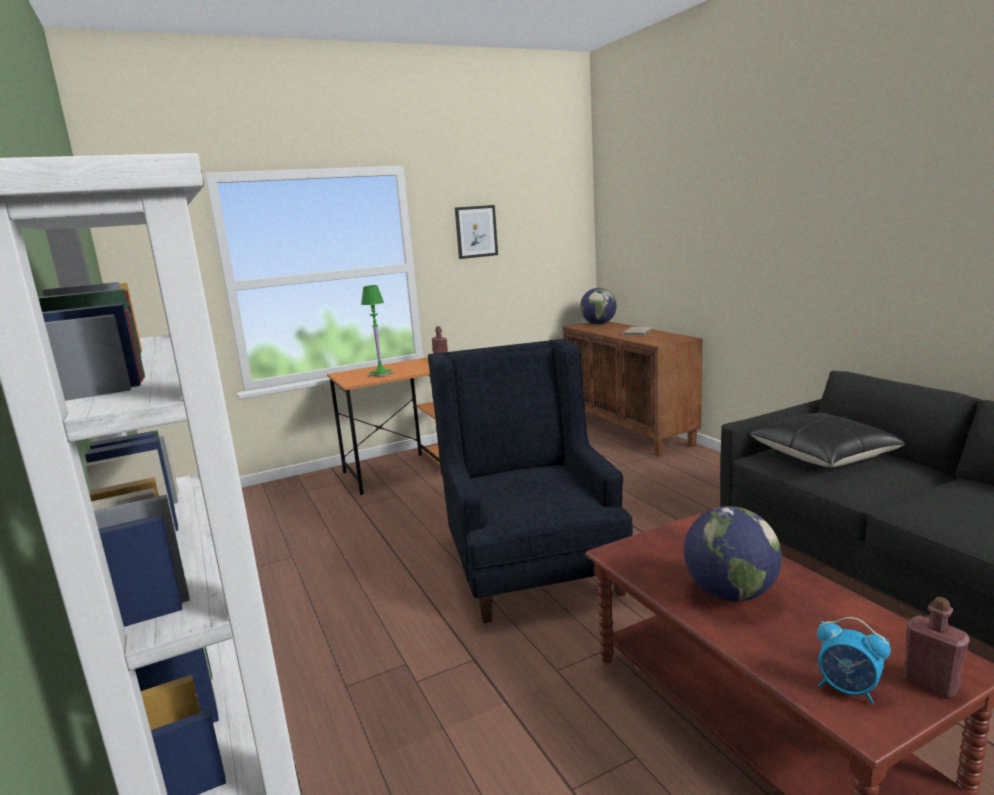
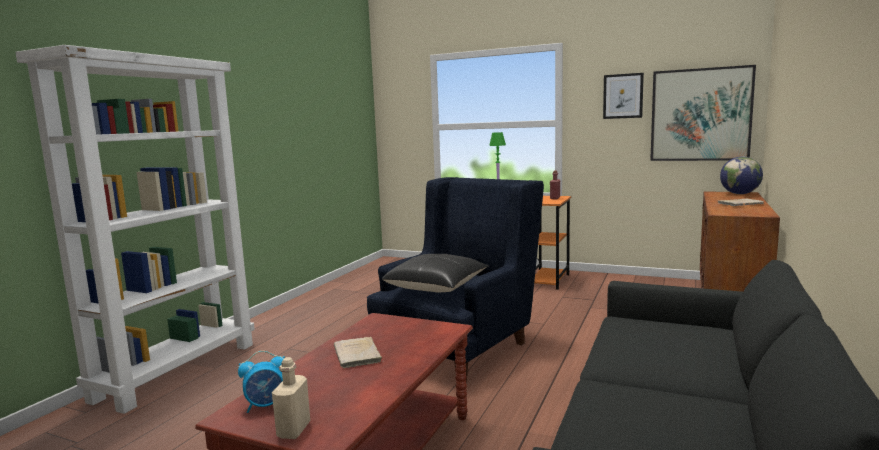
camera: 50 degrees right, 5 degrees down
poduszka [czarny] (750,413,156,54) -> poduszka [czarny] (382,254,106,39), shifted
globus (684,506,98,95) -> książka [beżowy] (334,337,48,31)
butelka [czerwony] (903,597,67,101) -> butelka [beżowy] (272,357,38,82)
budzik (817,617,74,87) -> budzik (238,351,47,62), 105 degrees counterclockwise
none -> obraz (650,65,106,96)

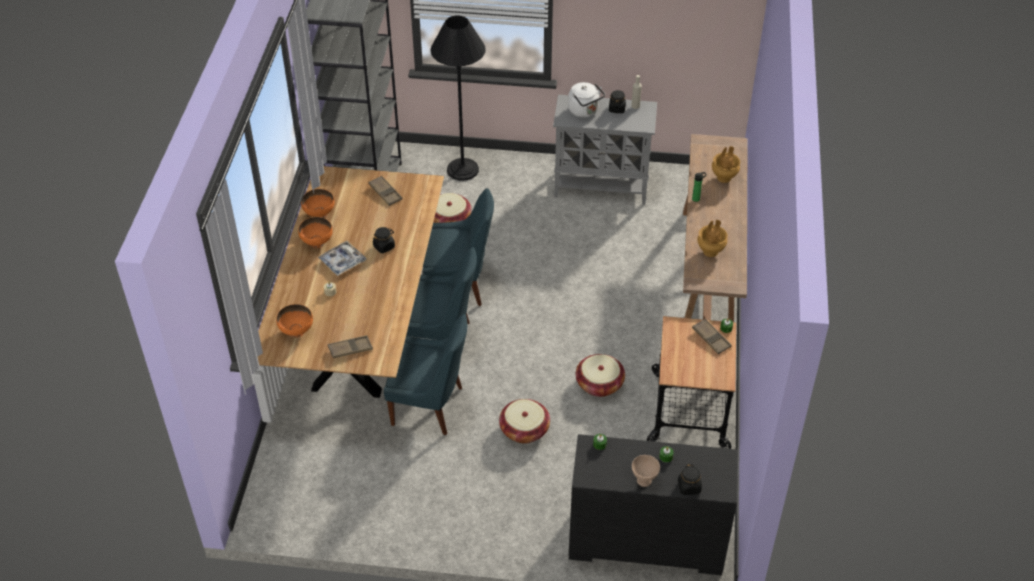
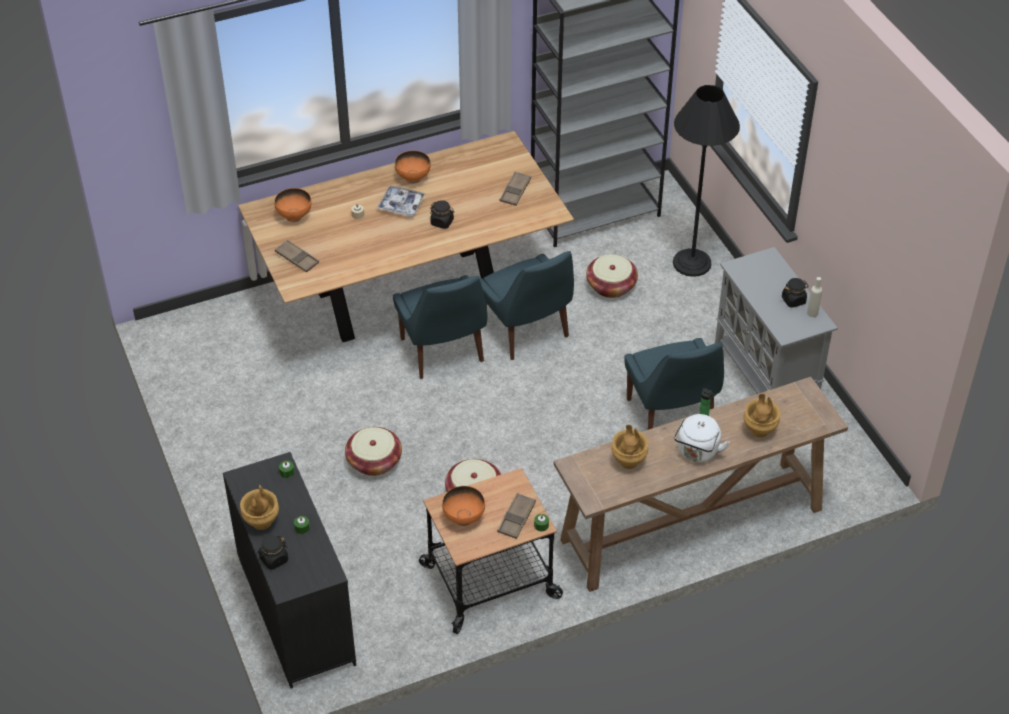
camera: 60 degrees right, 0 degrees up
czajnik [biały] (568,82,37,36) -> czajnik [biały] (674,414,55,49), shifted
miska [pomarańczowy] (301,189,34,29) -> miska [pomarańczowy] (442,486,43,40), shifted
krzesło [niebieski] (384,314,84,122) -> krzesło [niebieski] (624,338,100,92), shifted
miska [beżowy] (632,455,28,32) -> wazon [brązowy] (240,485,39,45)

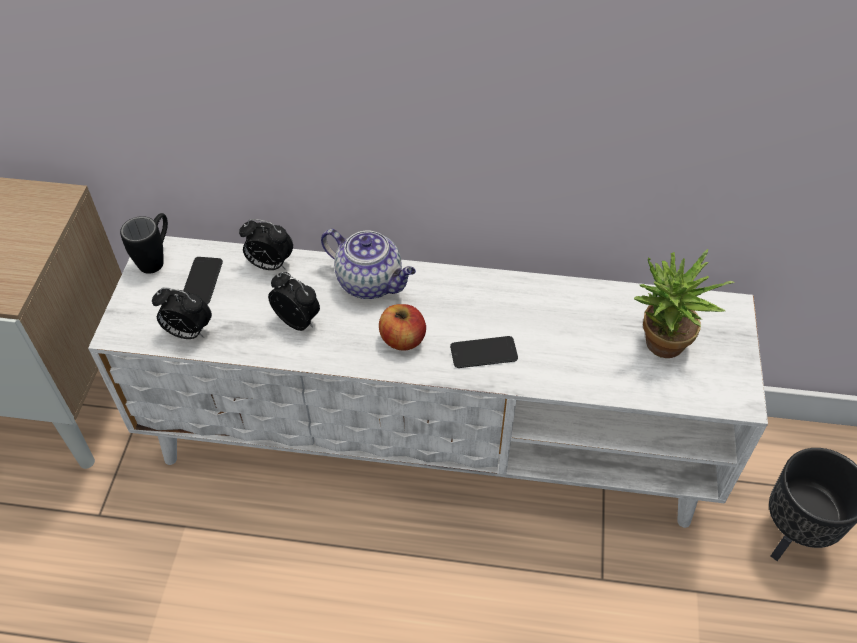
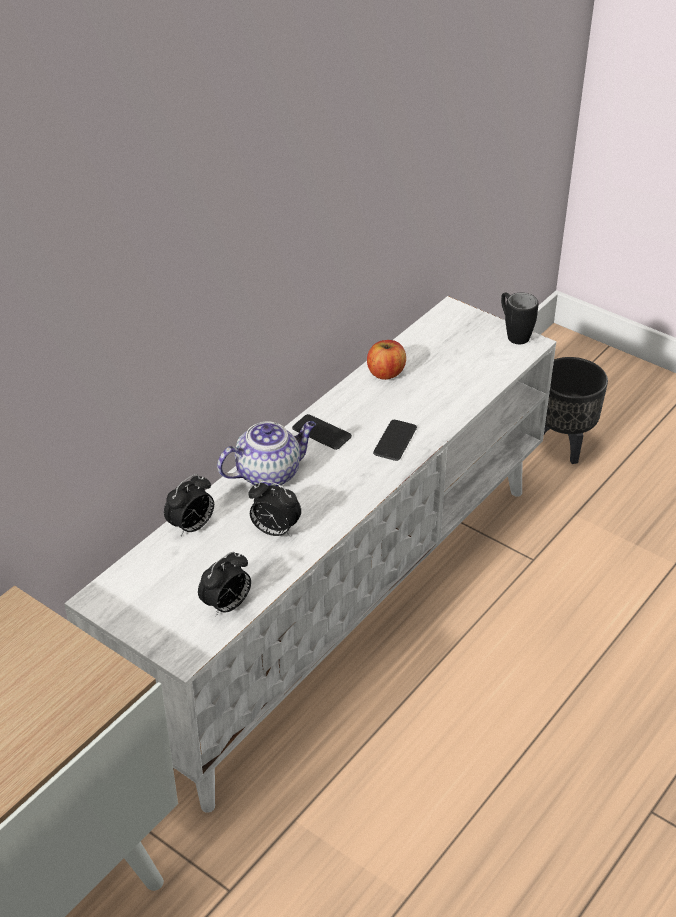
camera: 60 degrees left, 10 degrees down
kubek [czarny] (120,213,48,61) -> kubek [czarny] (501,293,37,51), shifted
roślina doniczkowa (634,249,101,109) -> none
telefon (183,257,40,47) -> telefon (292,414,60,36), shifted
budzik (268,272,52,59) -> budzik (248,481,53,56), 135 degrees counterclockwise
jabłko (379,304,47,47) -> jabłko (367,340,39,40), shifted

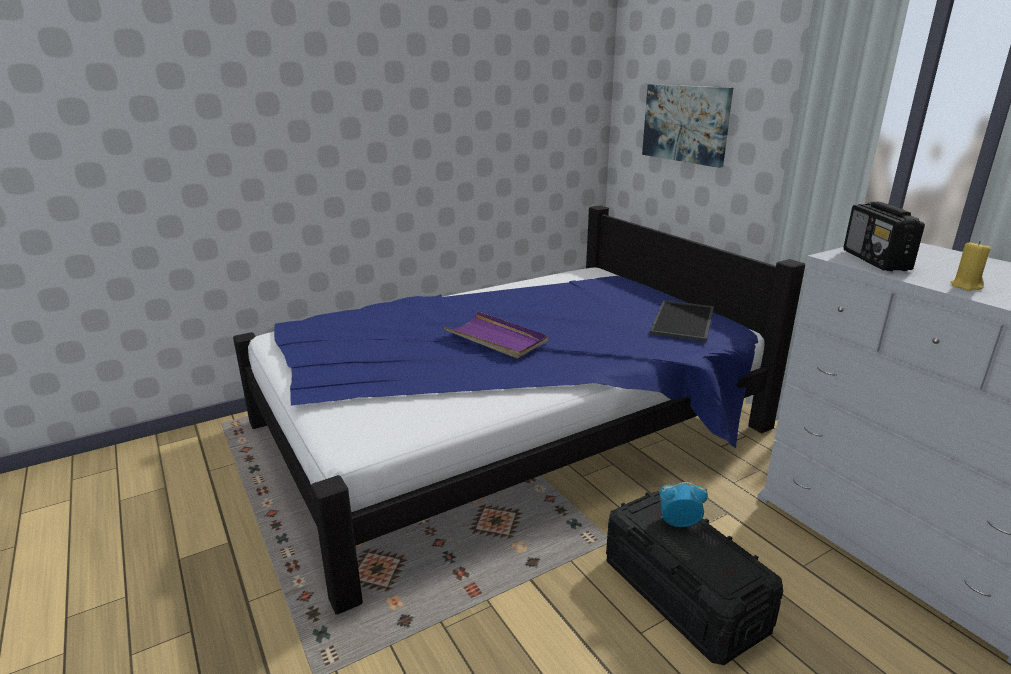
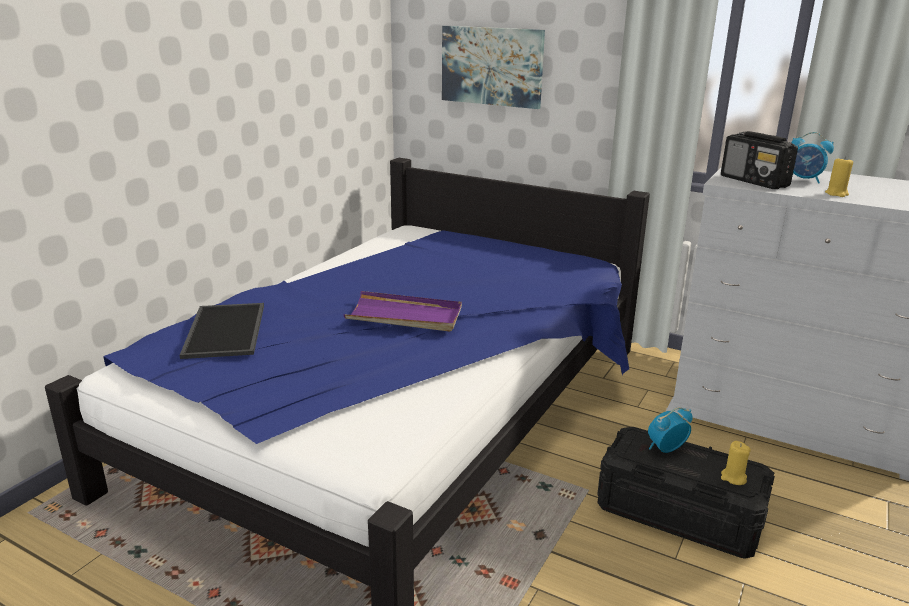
camera: 30 degrees left, 0 degrees up
taca (650,300,64,42) -> taca (180,303,84,56), shifted
none -> budzik (791,132,43,52)
none -> świeca [żółty] (721,441,30,44)

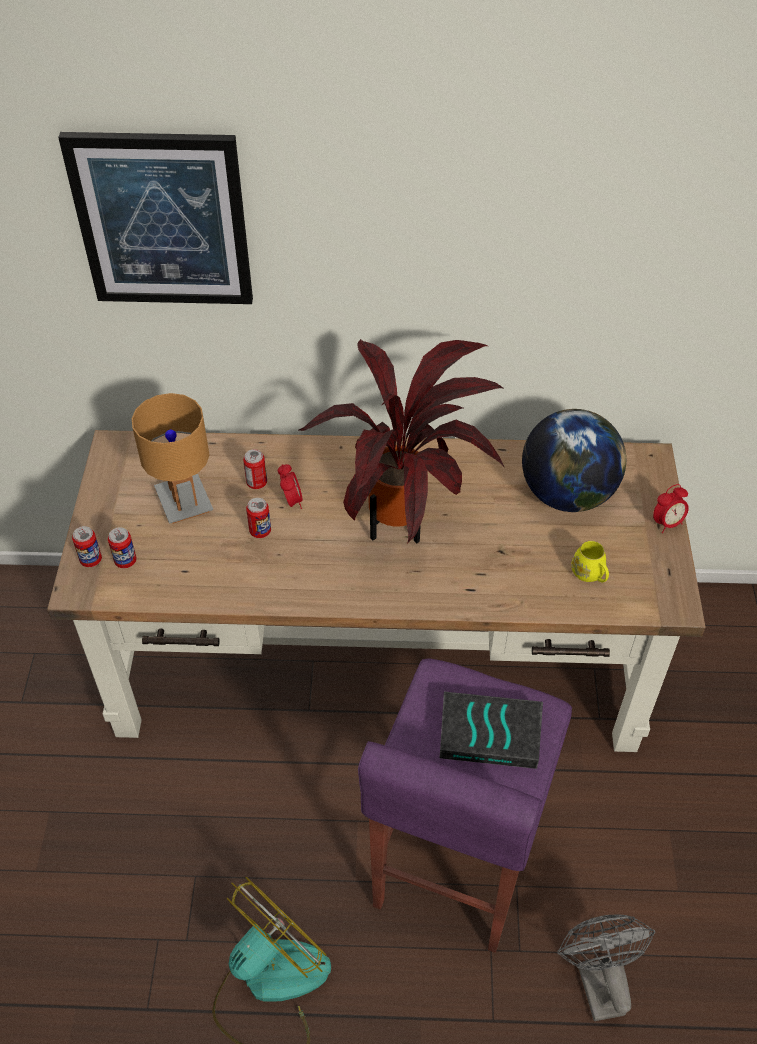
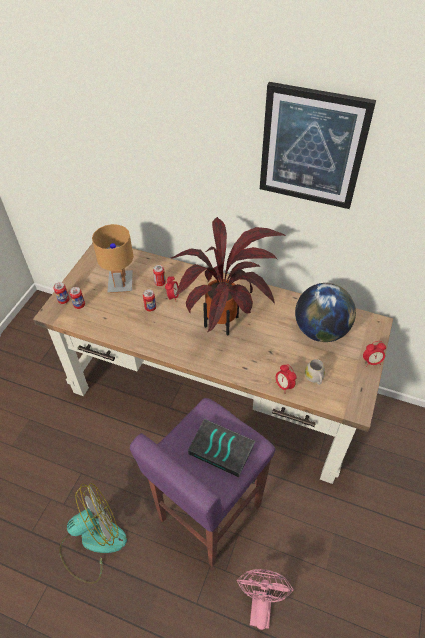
camera: 20 degrees right, 0 degrees up
obraz (58,132,195,172) -> obraz (260,82,116,127), shifted
kubek [żółty] (571,541,38,42) -> kubek [biały] (305,359,20,26)
wentylator [szary] (557,914,99,107) -> wentylator [różowy] (236,569,58,61)
none -> budzik (275,364,22,26)

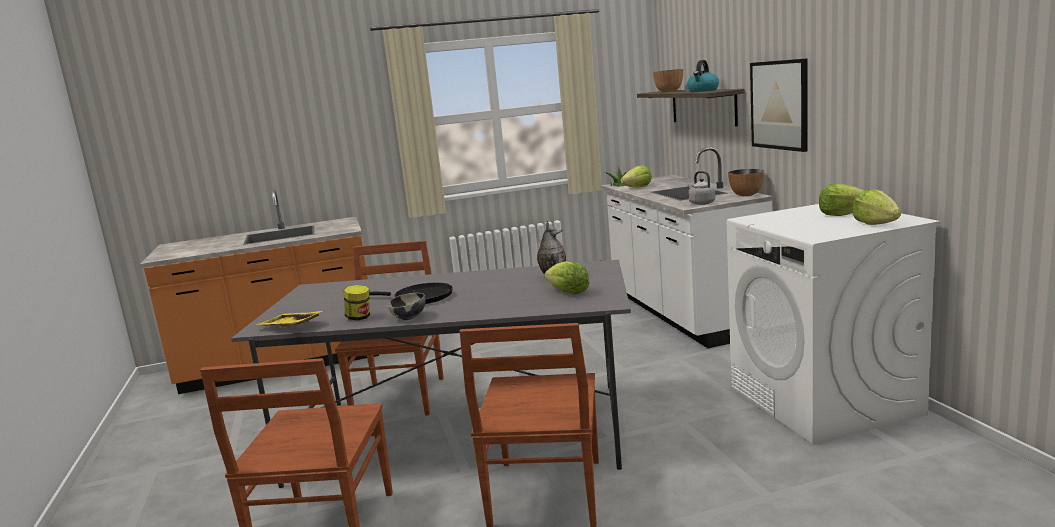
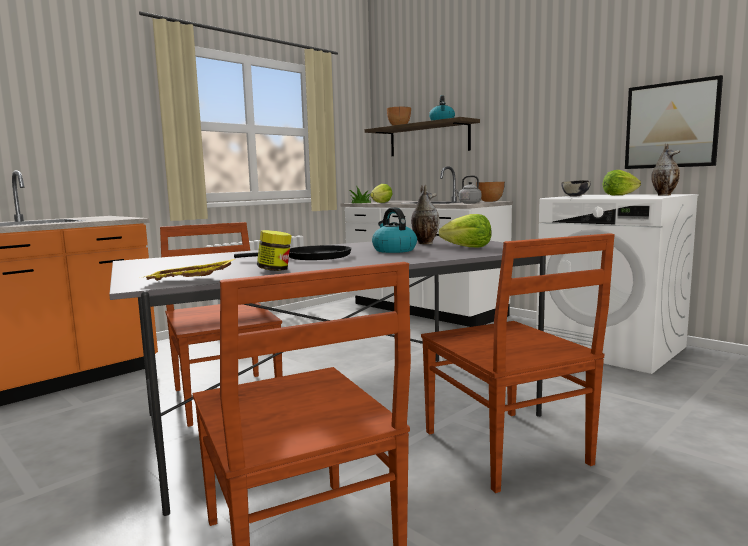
camera: 30 degrees left, 5 degrees down
obraz (750,58,58,94) -> obraz (625,75,98,94), shifted
sałata (852,189,49,36) -> wazon (651,143,29,52)
miska (387,293,39,27) -> miska (561,180,30,17), shifted
none -> czajnik (372,207,45,46)

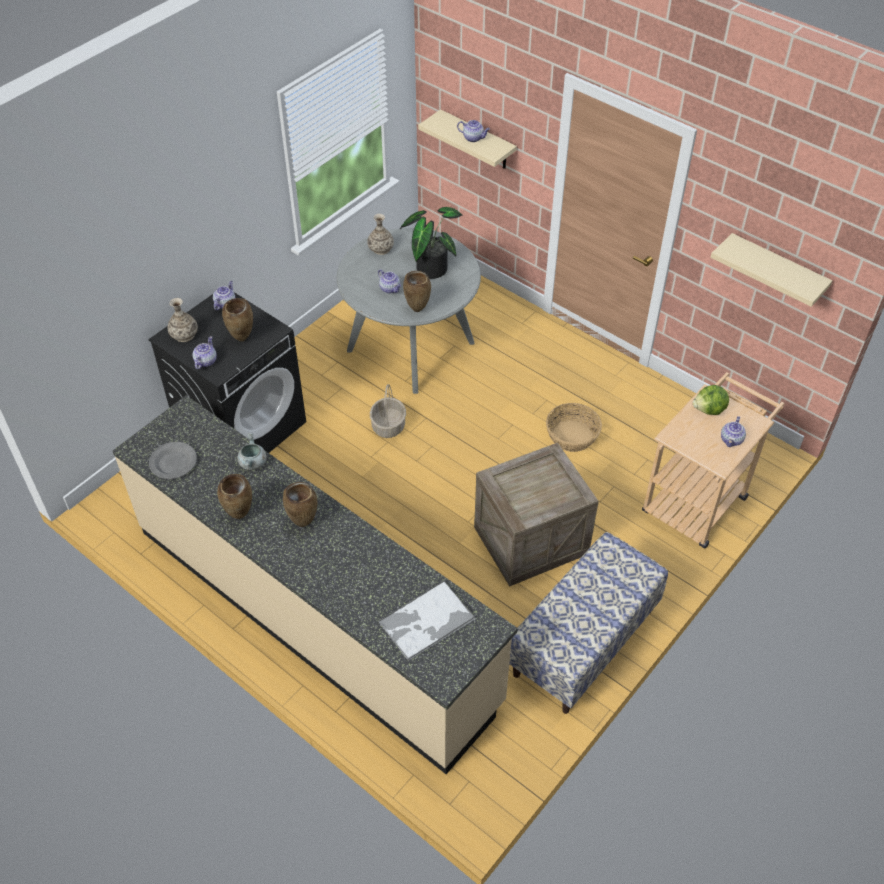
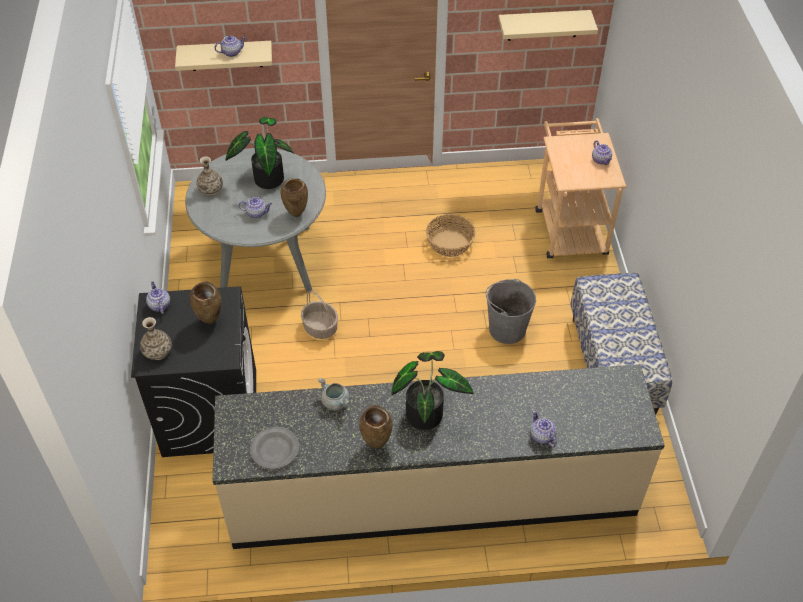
camera: 45 degrees left, 0 degrees up
imbryk (193,336,24,33) -> imbryk (531,410,26,37), shifted
sałata (693,385,36,30) -> none
skrzynka (474,443,125,144) -> wiadro [szary] (485,279,51,65)
wazon [brązowy] (283,482,34,45) -> roślina doniczkowa (391,351,83,79)
taca (378,580,97,81) -> none

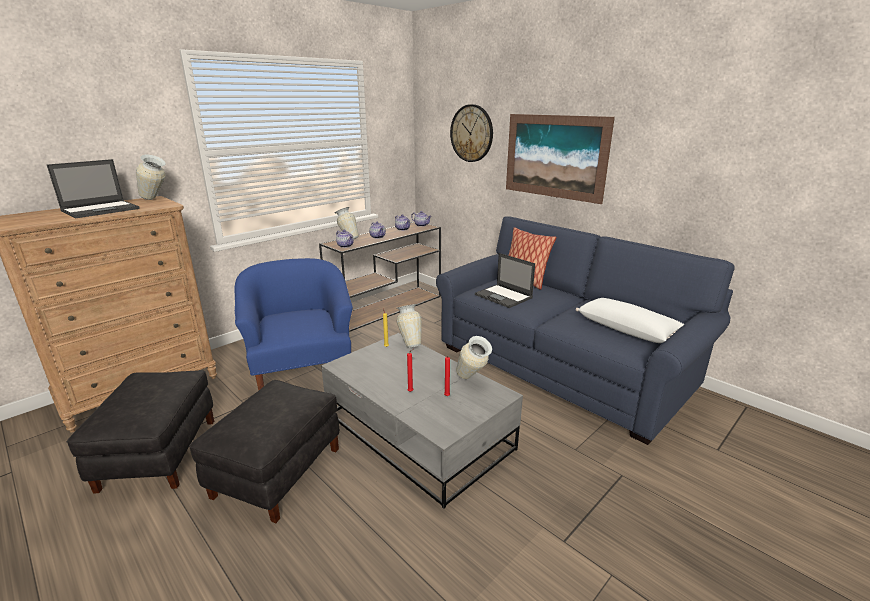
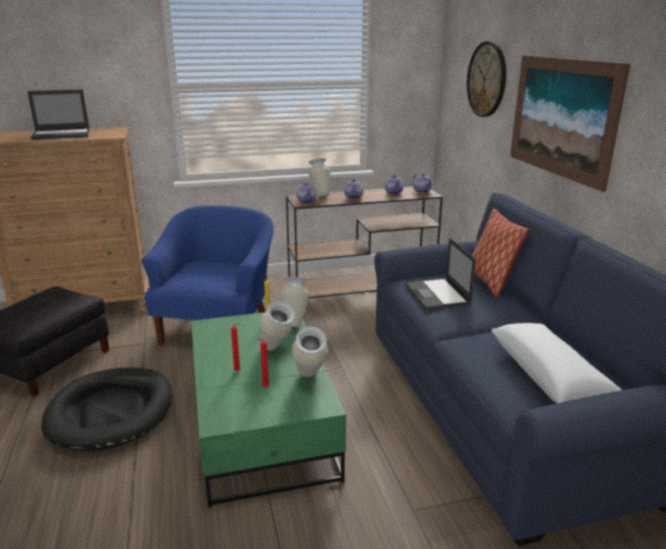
camera: 30 degrees right, 0 degrees up
wazon (136,155,30,45) -> wazon (259,301,36,50), shifted
ława [szary] (321,333,202,176) -> ława [zielony] (191,312,155,196)
pufa [czarny] (189,380,151,143) -> legowisko [czarny] (41,367,131,84)

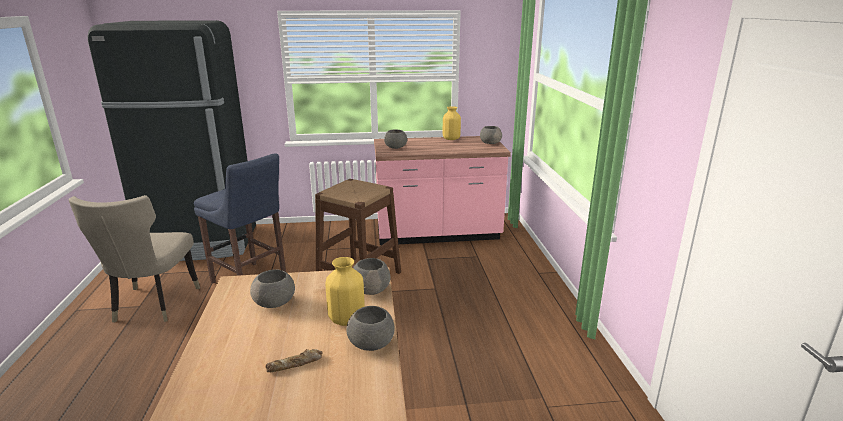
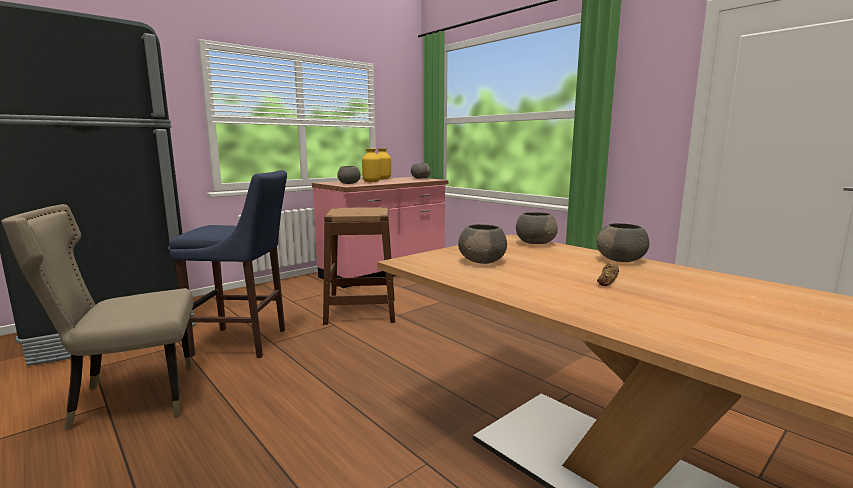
camera: 35 degrees left, 10 degrees down
krzesło [beżowy] (69,195,131,128) -> krzesło [beżowy] (1,204,192,226), 105 degrees clockwise
wazon [żółty] (325,257,40,69) -> wazon [żółty] (362,149,19,33), shifted

